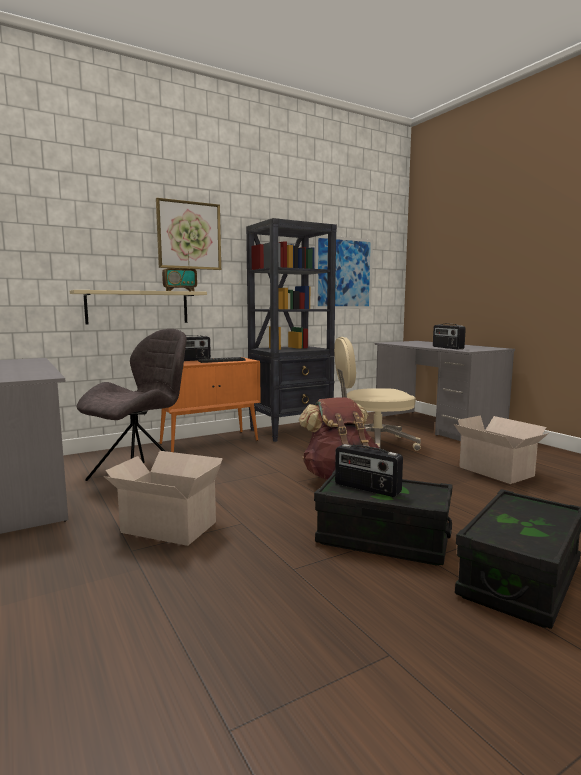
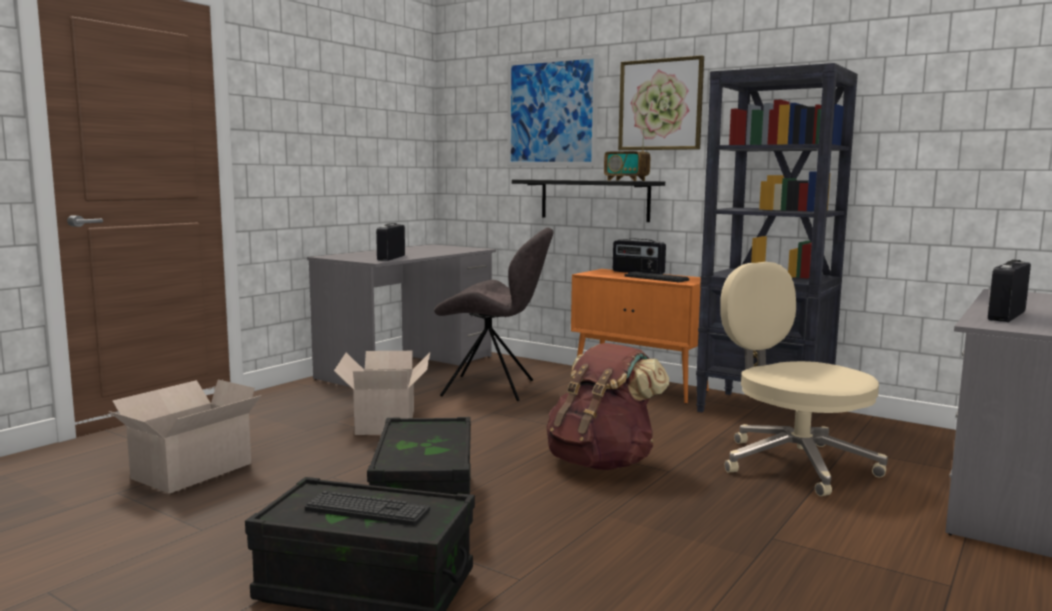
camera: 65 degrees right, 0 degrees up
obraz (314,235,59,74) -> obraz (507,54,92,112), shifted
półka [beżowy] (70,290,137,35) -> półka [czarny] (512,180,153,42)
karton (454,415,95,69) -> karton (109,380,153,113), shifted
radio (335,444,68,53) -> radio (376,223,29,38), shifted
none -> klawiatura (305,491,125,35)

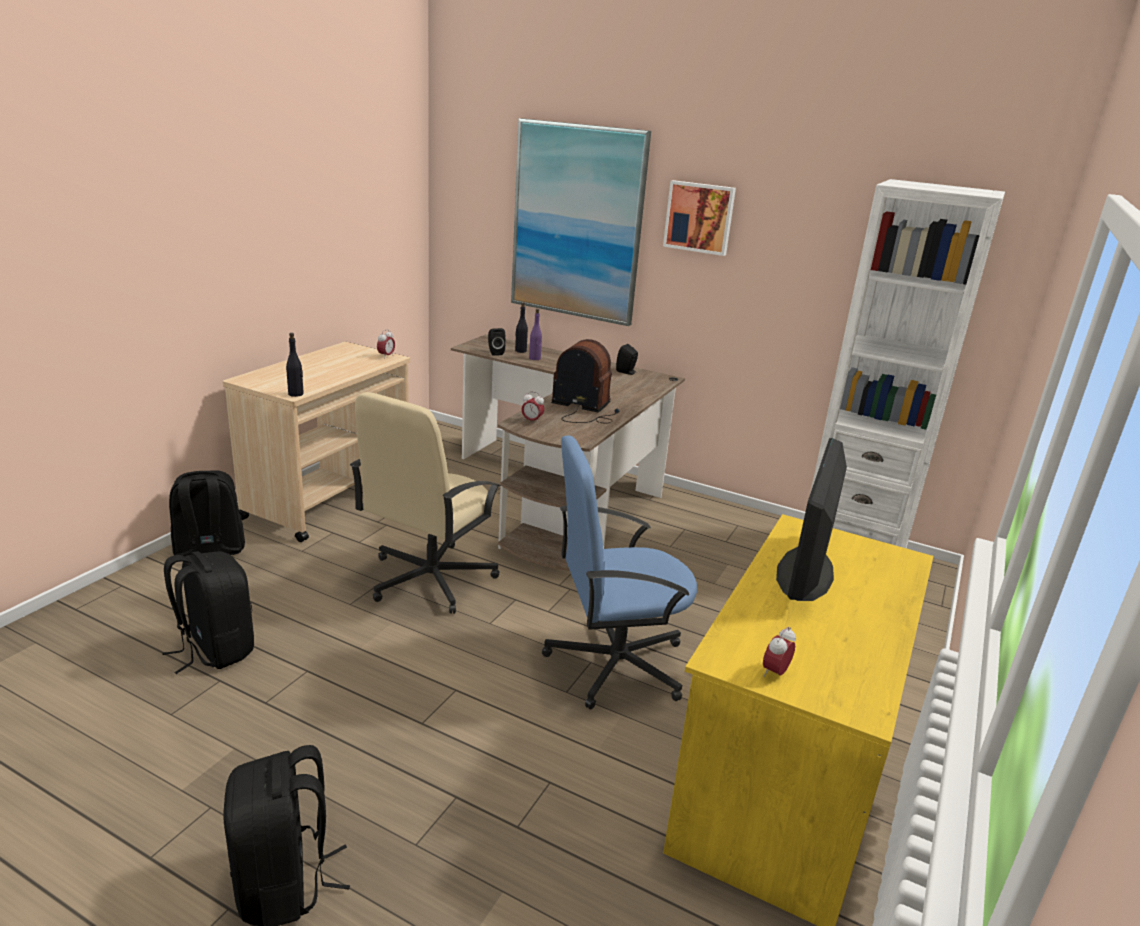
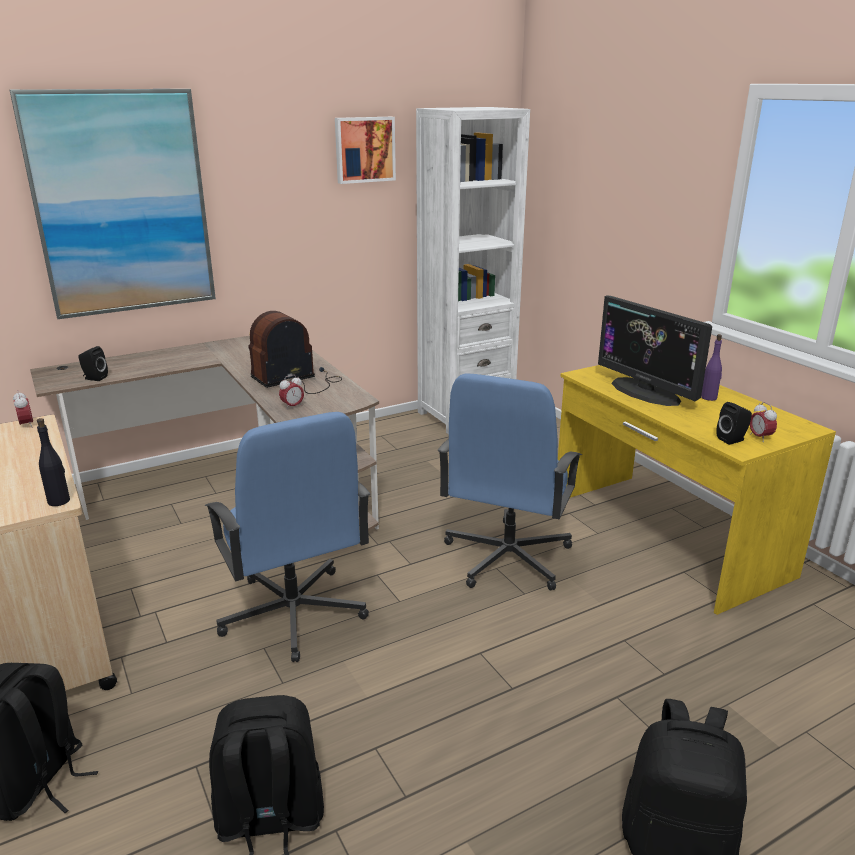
camera: 55 degrees left, 0 degrees up
obraz (663,180,73,76) -> obraz (335,117,61,67), shifted
butelka [czarny] (515,302,13,51) -> none
butelka [fioletowy] (529,309,13,51) -> butelka [fioletowy] (701,334,21,67), shifted
głośnik [czarny] (616,344,22,31) -> głośnik [czarny] (716,402,36,43), shifted
krzesło biurowe [beżowy] (350,392,151,222) -> krzesło biurowe [niebieski] (204,412,166,250)

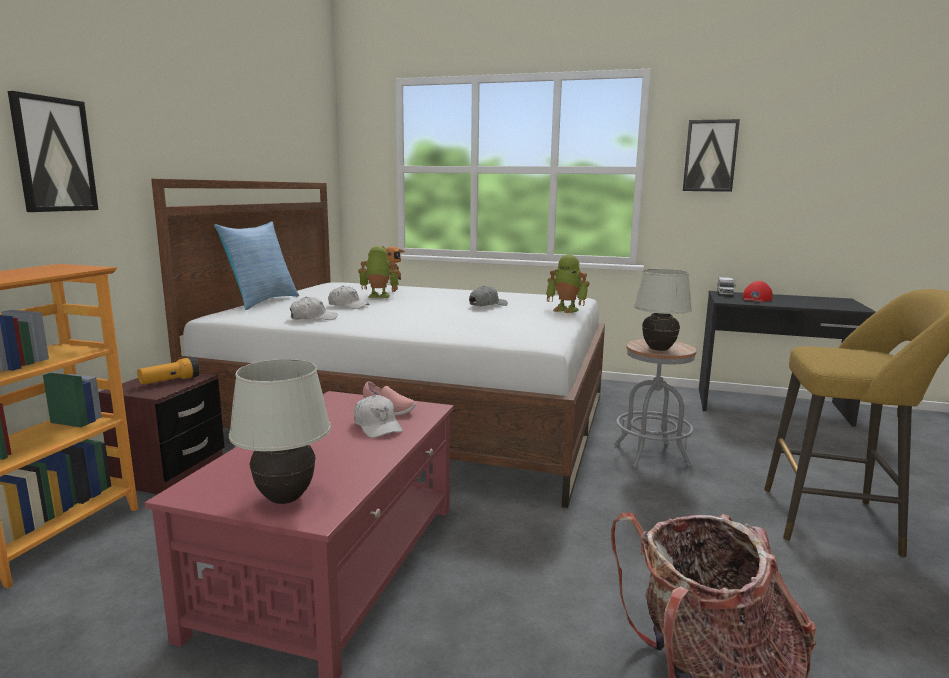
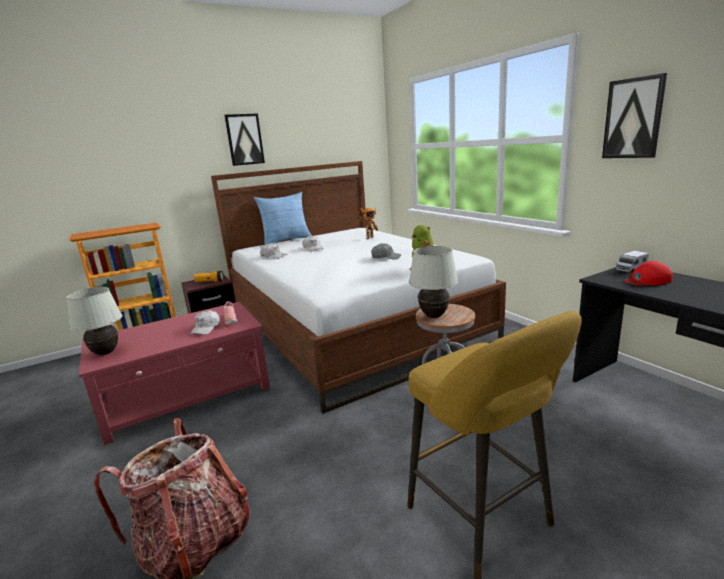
camera: 45 degrees right, 5 degrees up
obraz (8,91,90,121) -> obraz (224,113,41,53), shifted
robot zabawkowy (358,246,41,52) -> none

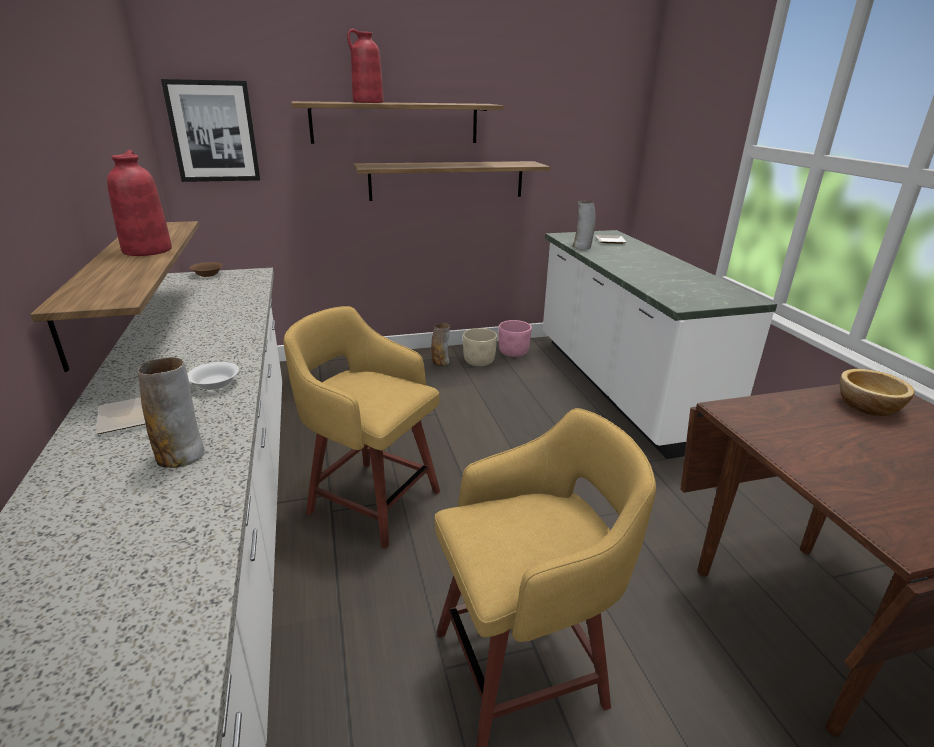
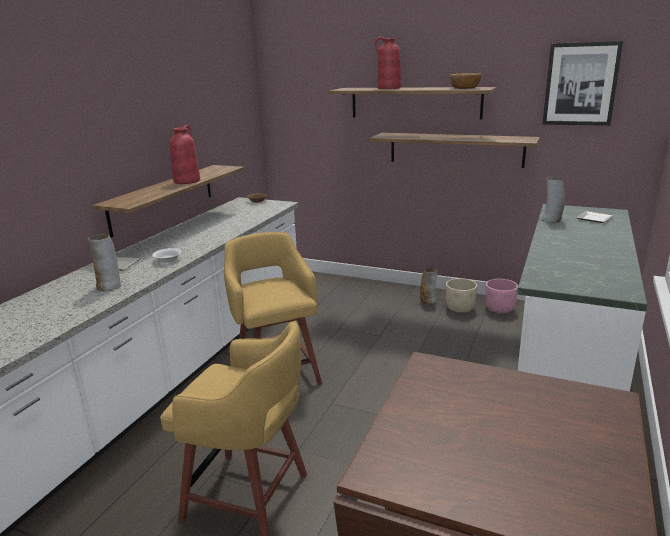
camera: 40 degrees right, 5 degrees down
obraz (161,79,99,103) -> obraz (543,41,80,85), shifted
miska (840,369,75,47) -> miska (450,73,31,16), shifted

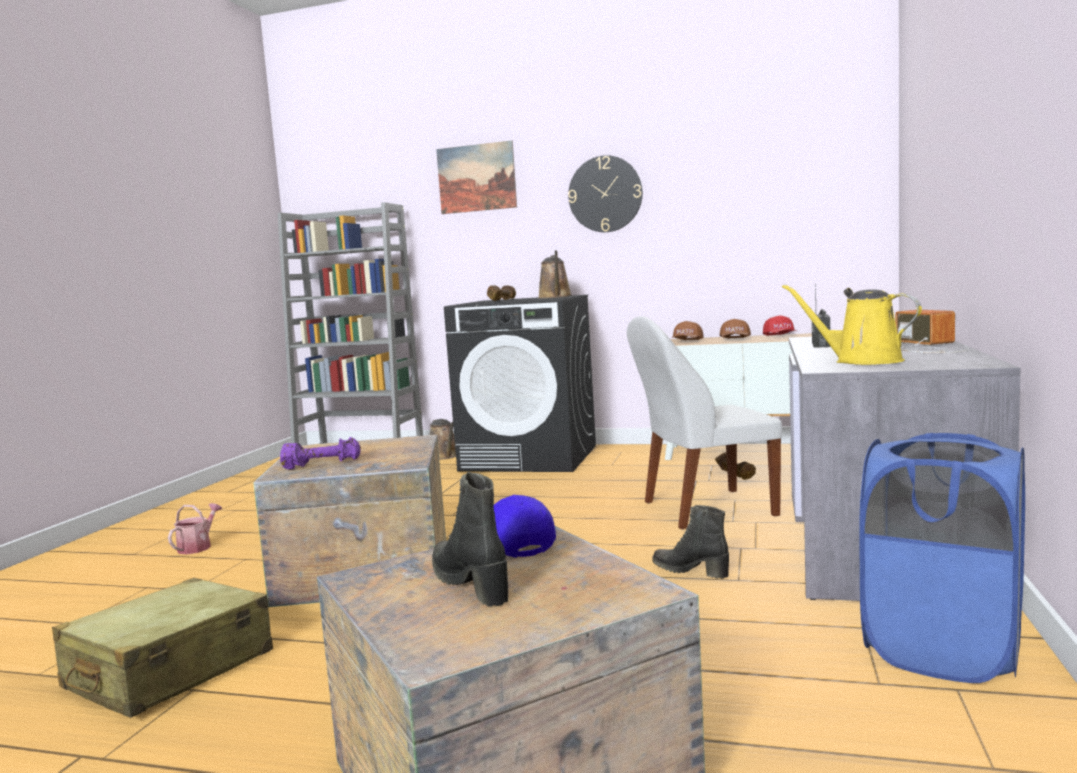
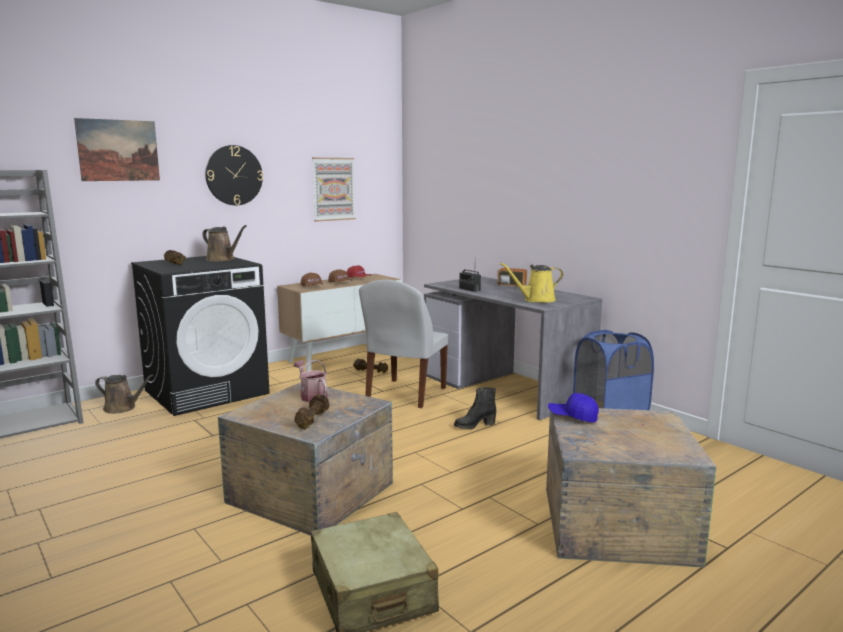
camera: 55 degrees left, 5 degrees up
hantel [fioletowy] (280,437,81,32) -> hantel [brązowy] (294,394,35,36)
but z cholewką [czarny] (432,472,76,135) -> none
konewka (168,503,54,51) -> konewka (293,360,35,42), shifted
none -> obraz (312,158,44,64)

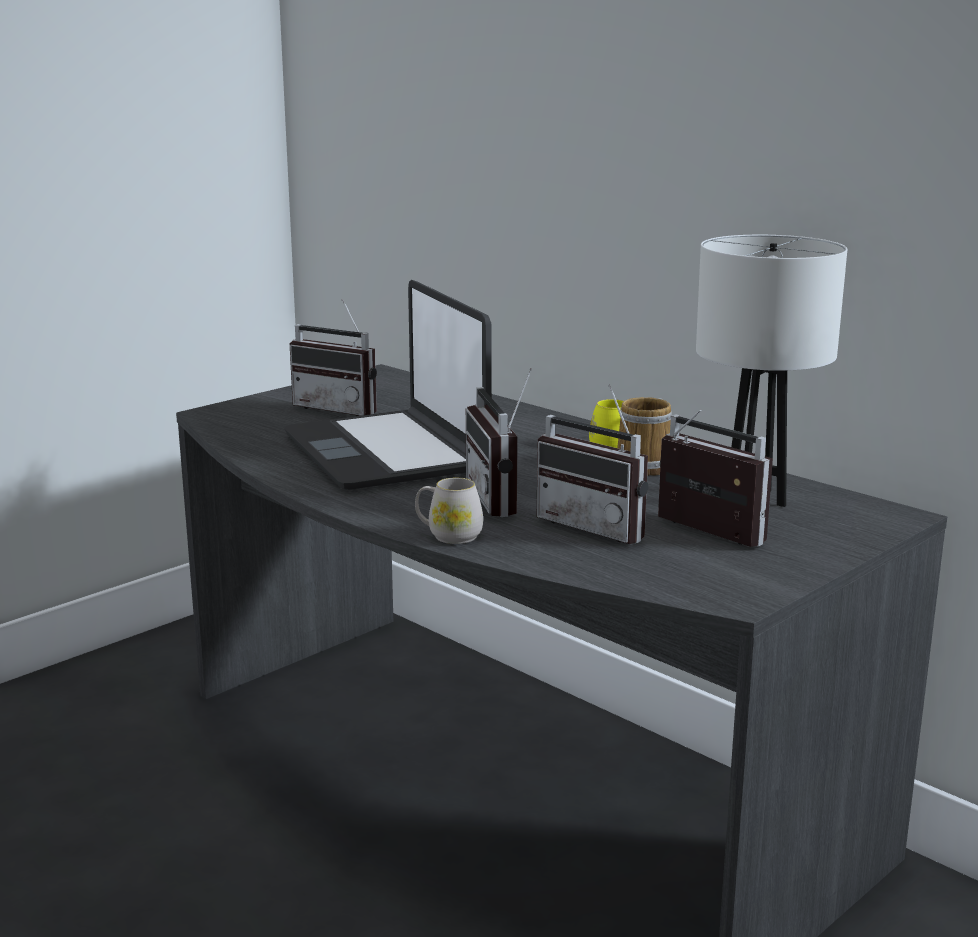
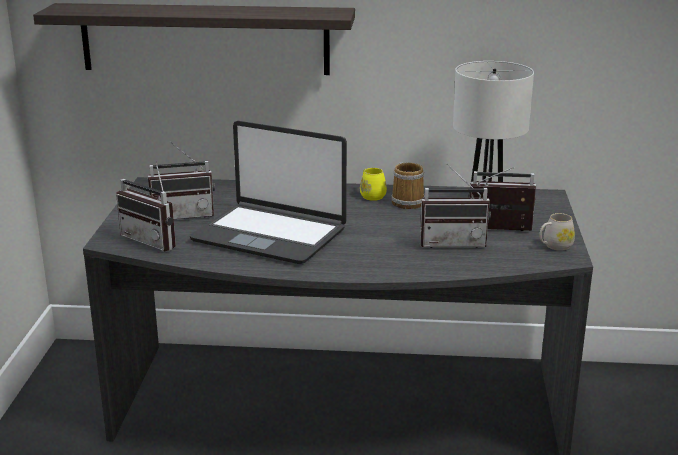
camera: 40 degrees left, 5 degrees up
radio (466,368,66,149) -> radio (116,162,60,89), shifted
kubek [biały] (415,477,68,67) -> kubek [biały] (539,213,36,38), shifted
none -> półka (33,3,322,72)

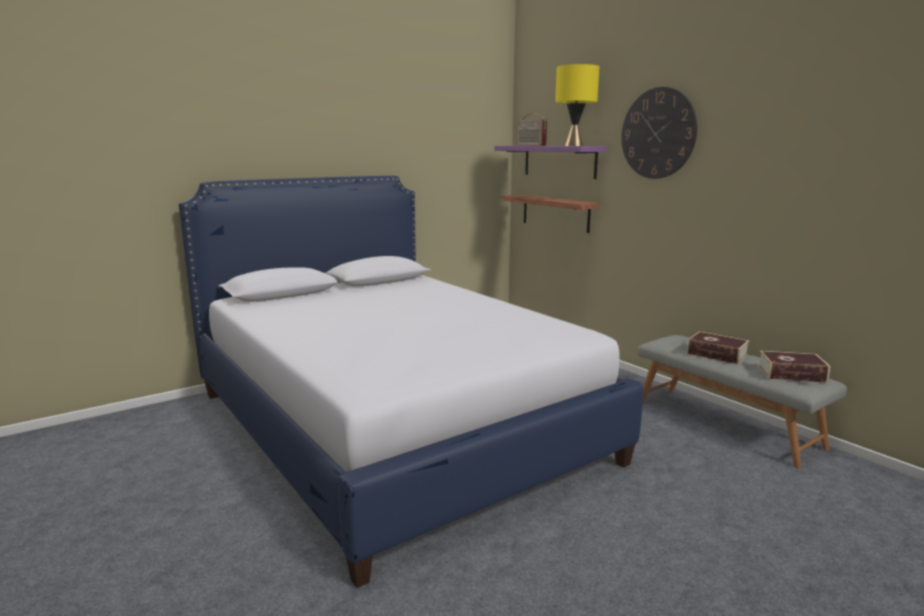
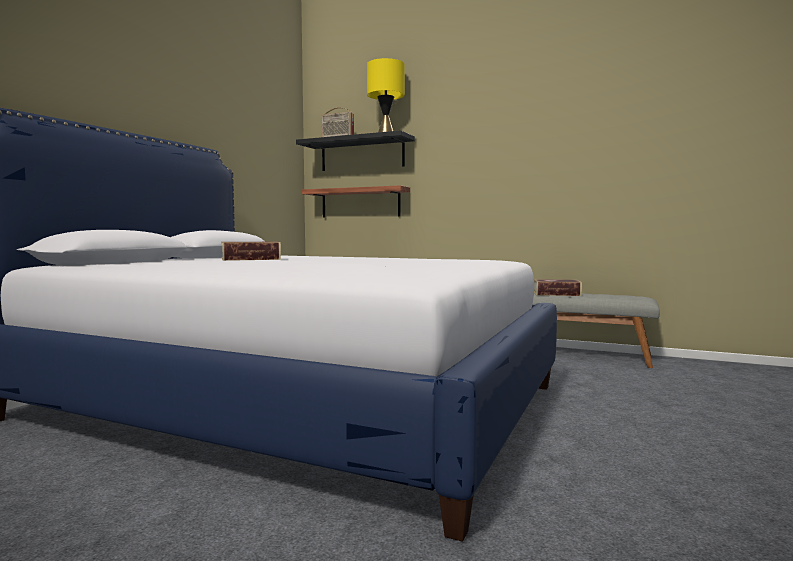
camera: 30 degrees left, 10 degrees down
zegar ścienny (621,87,76,92) -> none
półka [fioletowy] (494,146,113,33) -> półka [czarny] (296,130,119,41)
książka (758,351,72,32) -> książka (221,242,60,19), shifted

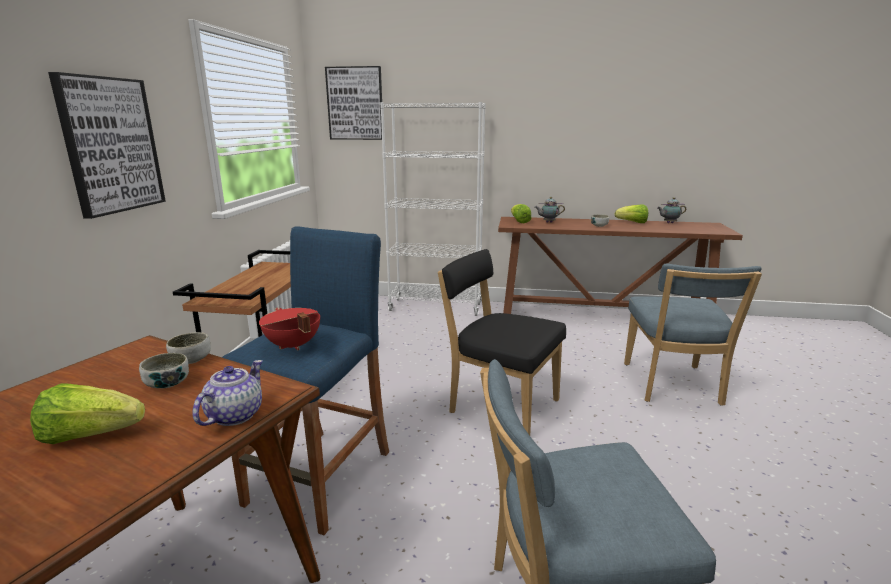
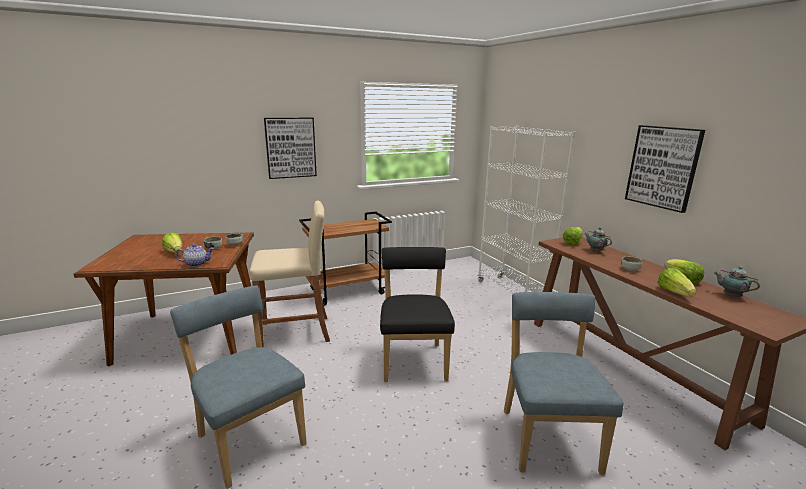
camera: 55 degrees right, 0 degrees up
obraz (325,66,57,74) -> obraz (625,125,80,88), shifted
stołek [niebieski] (222,226,167,309) -> stołek [beżowy] (249,200,81,147)
krzesło [niebieski] (624,264,138,142) -> krzesło [niebieski] (504,292,120,183), 120 degrees clockwise
garnek [czerwony] (259,308,61,42) -> none
none -> sałata (657,268,39,29)

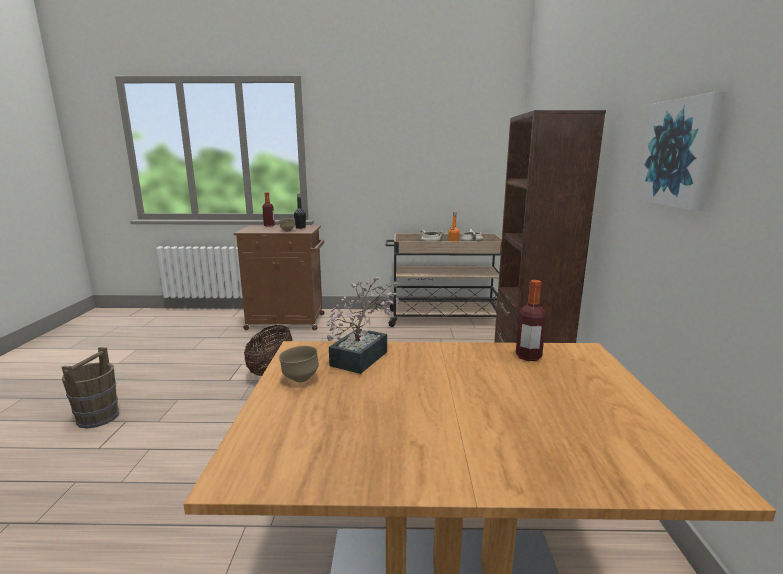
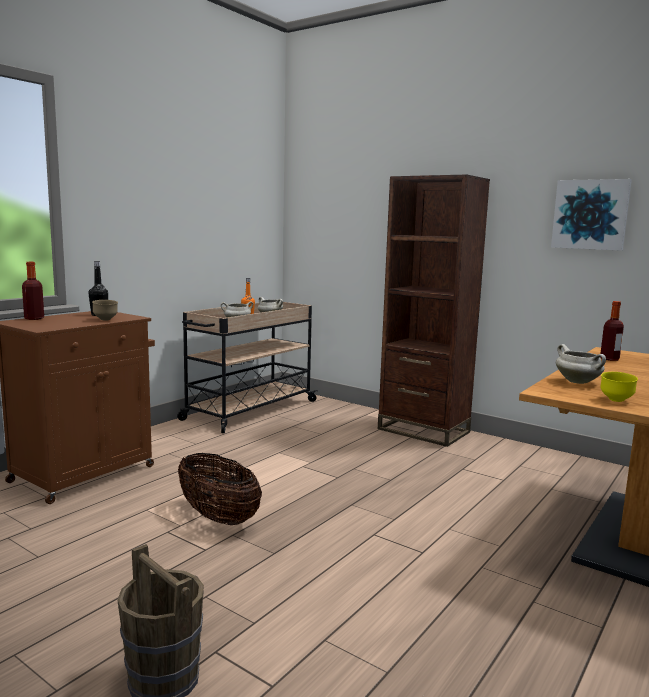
camera: 55 degrees left, 5 degrees down
roślina doniczkowa (327,277,73,97) -> garnek [biały] (556,344,50,40)
miska [brązowy] (279,346,40,36) -> miska [żółty] (600,372,38,30)

